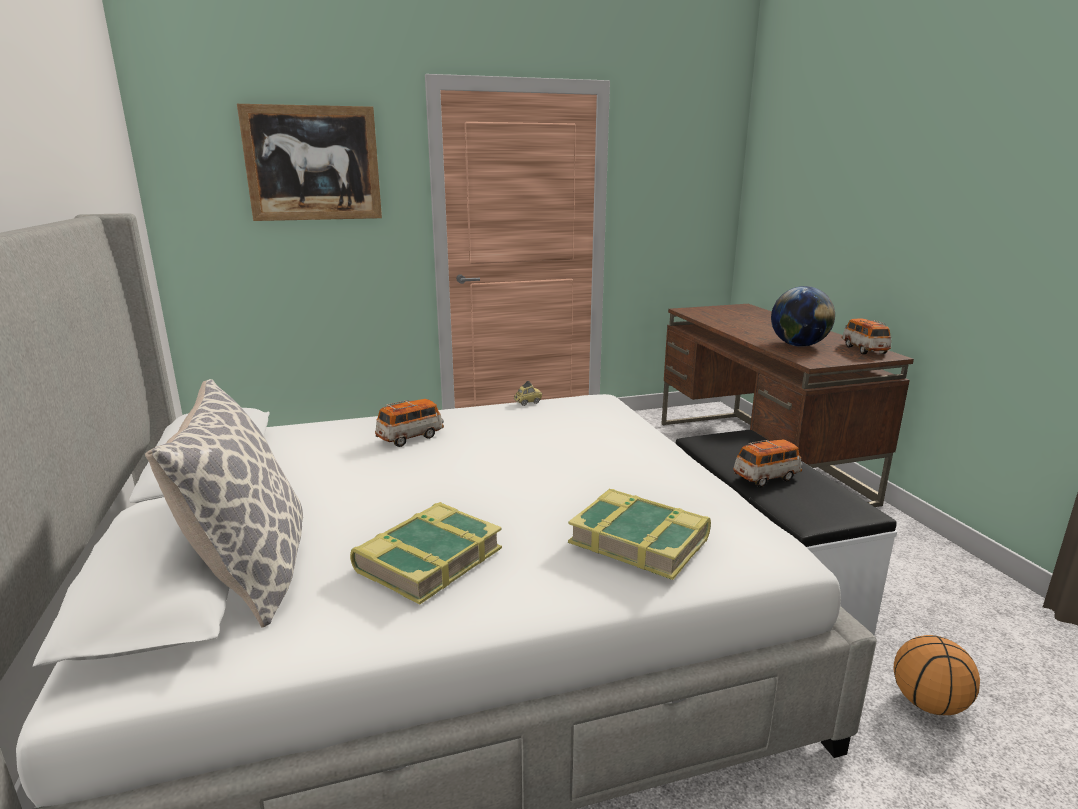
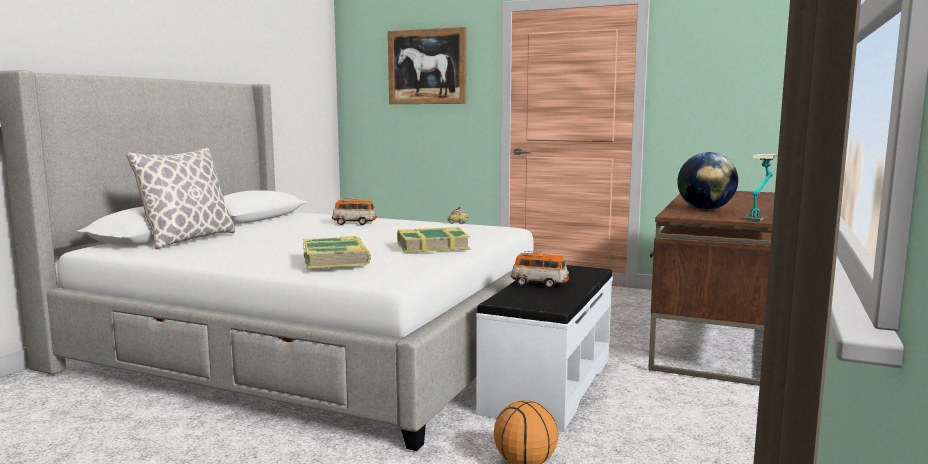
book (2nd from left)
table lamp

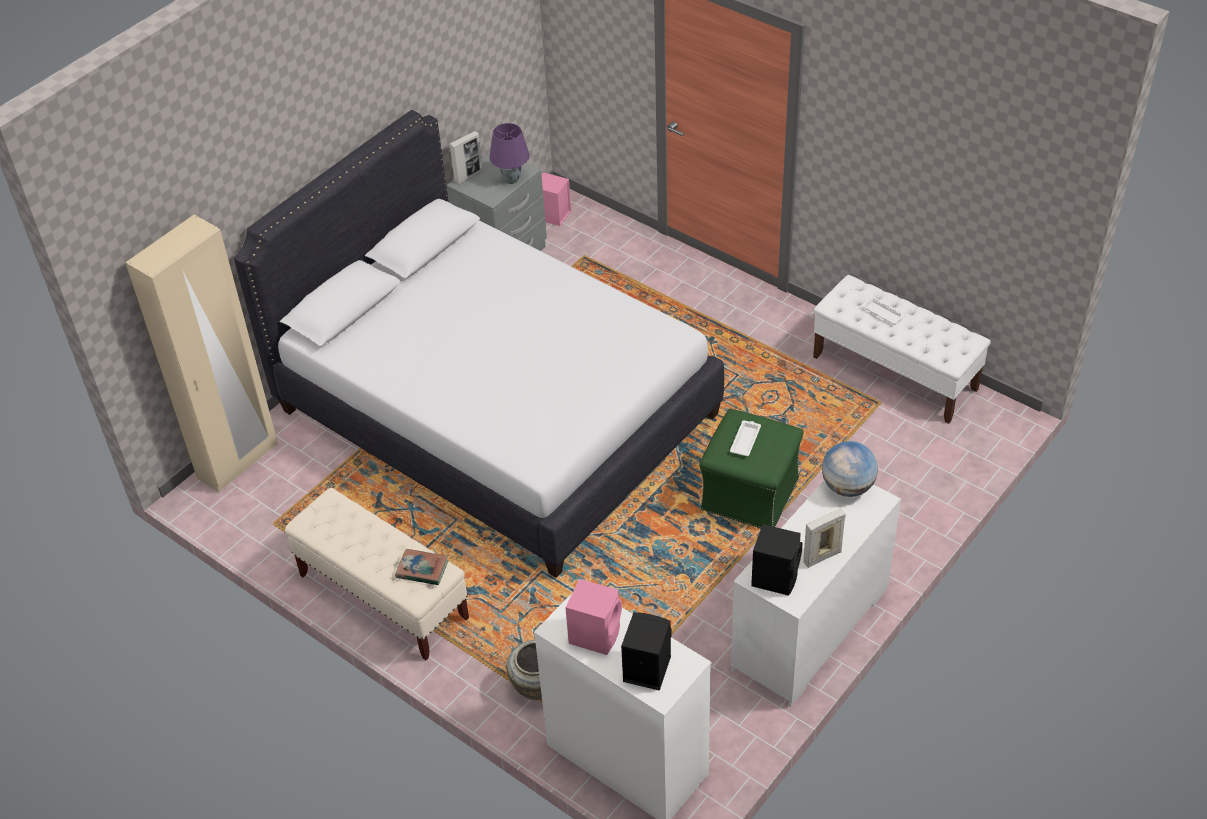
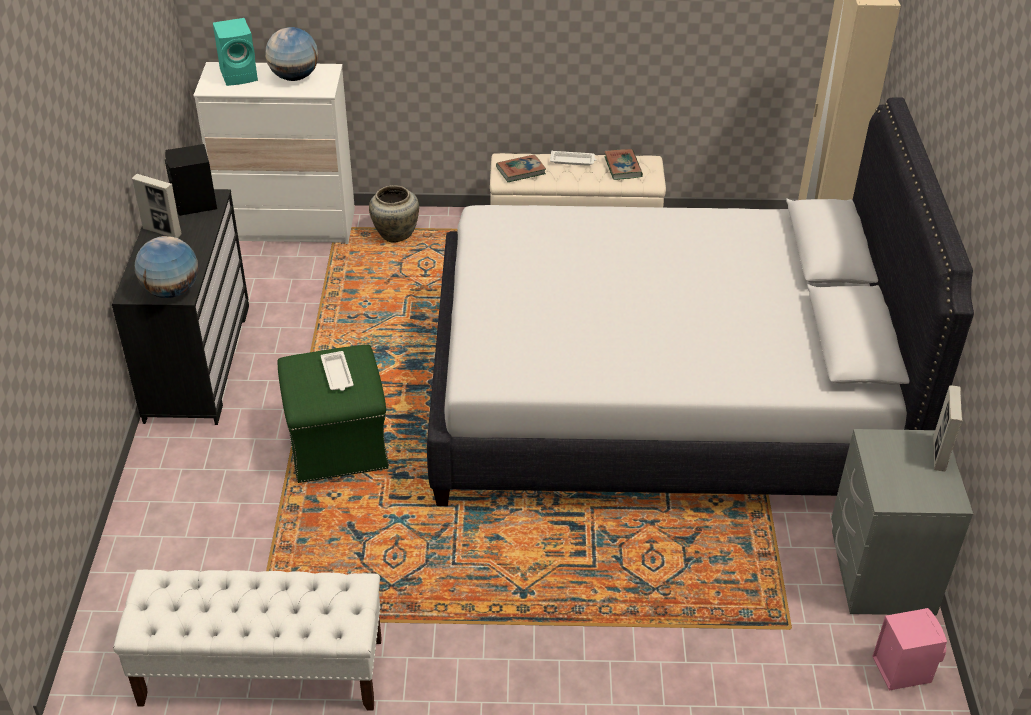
table lamp (purple)
book (2nd from left)
carrying tray (white) (2nd from left)
desk globe (2nd from left)
audio speaker (turquoise-coloured)
chest of drawers (blackish)
picture frame (1st from left)

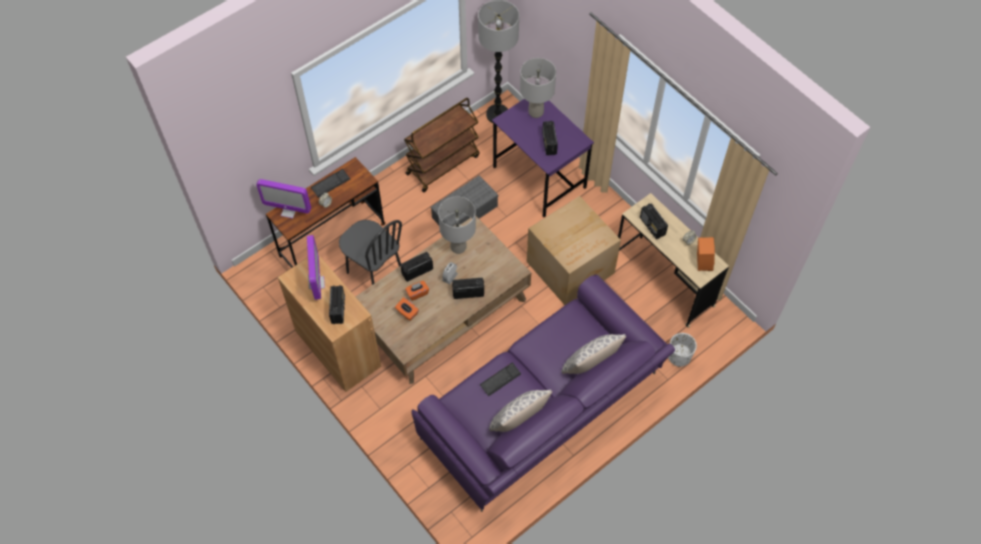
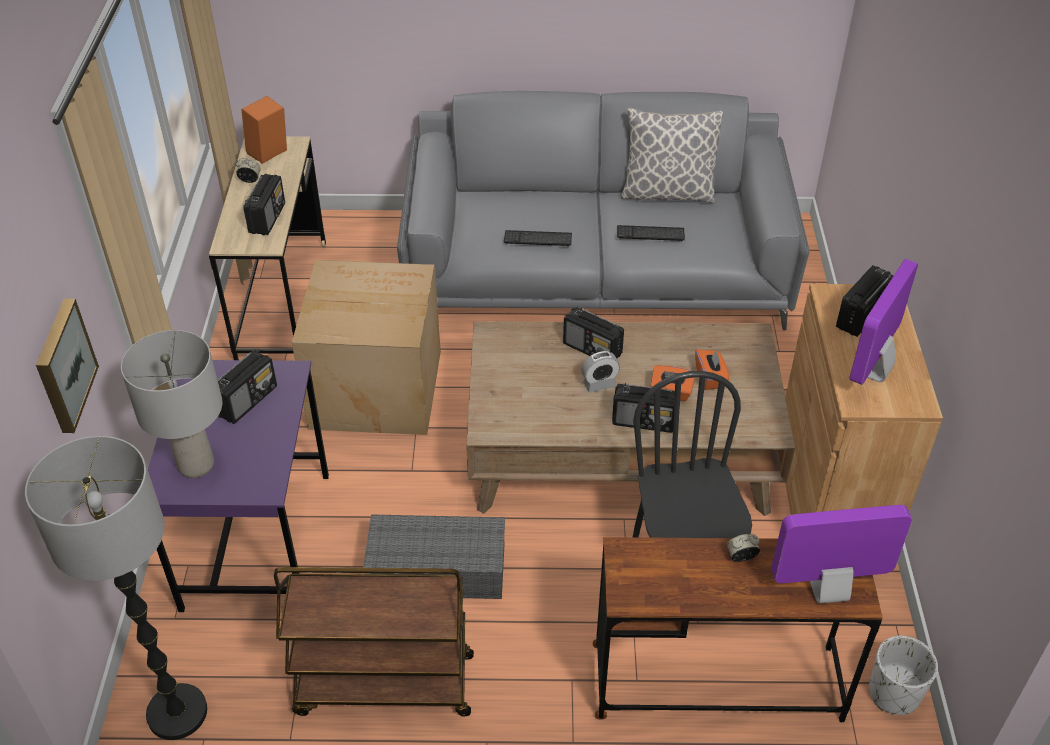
table lamp (greyish) (1st from left in the first image)
throw pillow (2nd from left in the first image)
picture
keyboard (1st from left)
plant pot (white)
couch (greyish)
computer screen (1st from left)

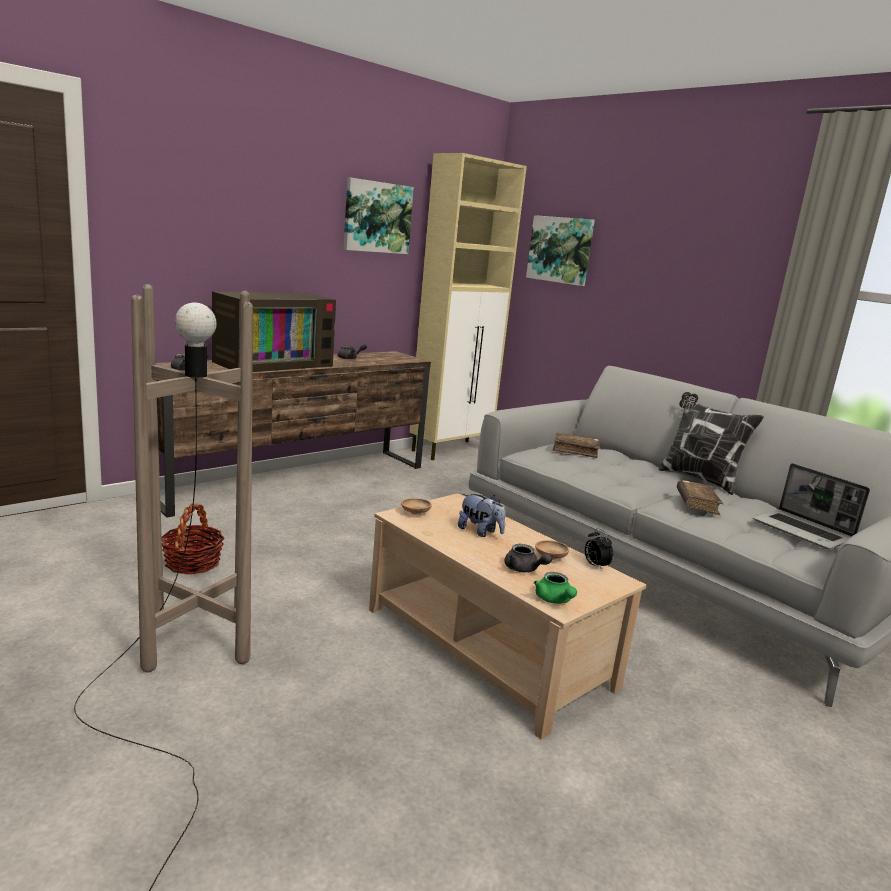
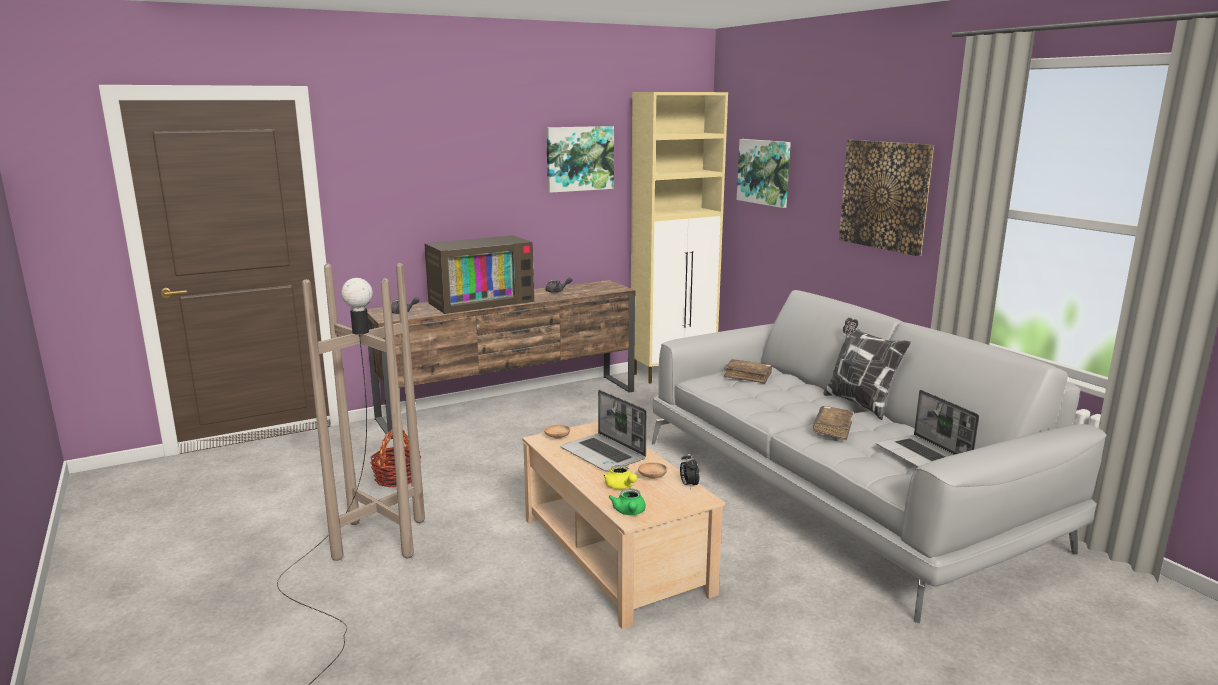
picture (3rd from left)
portable computer (1st from left)
teapot (yellow-coloured)

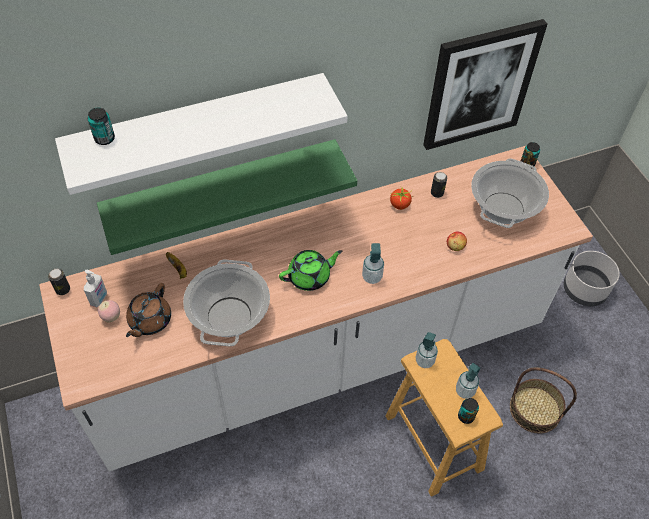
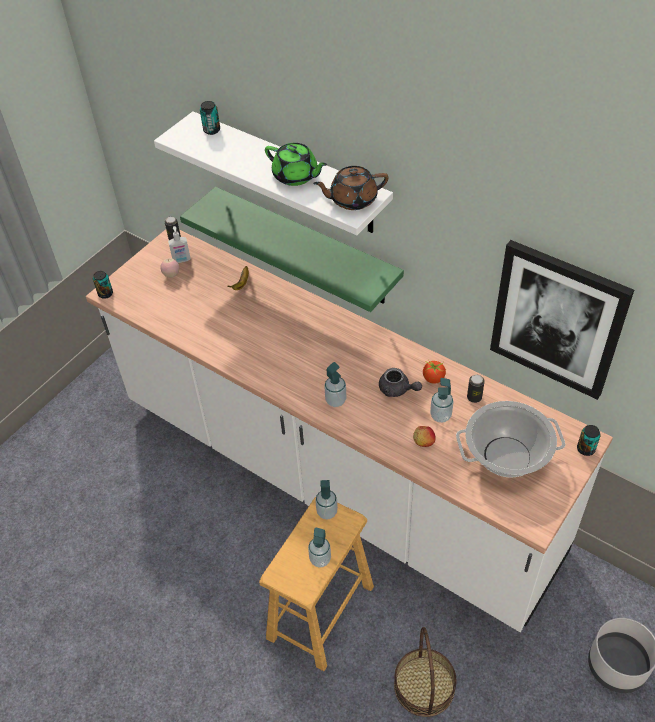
stockpot (1st from left in the first image)
teapot (greyish)
soap dispenser (5th from left)
teapot (brown-coloured)
teapot (greenish)
sealed can (1st from left)

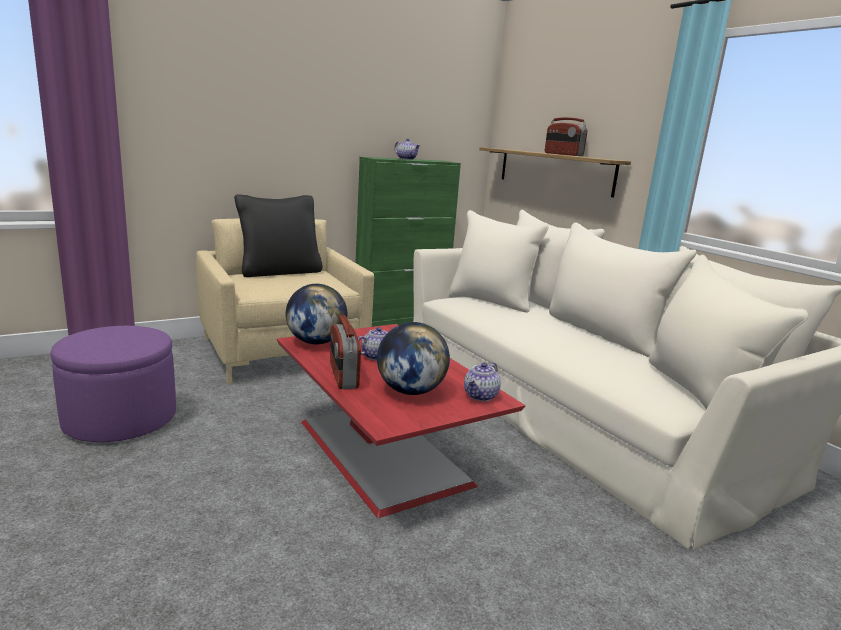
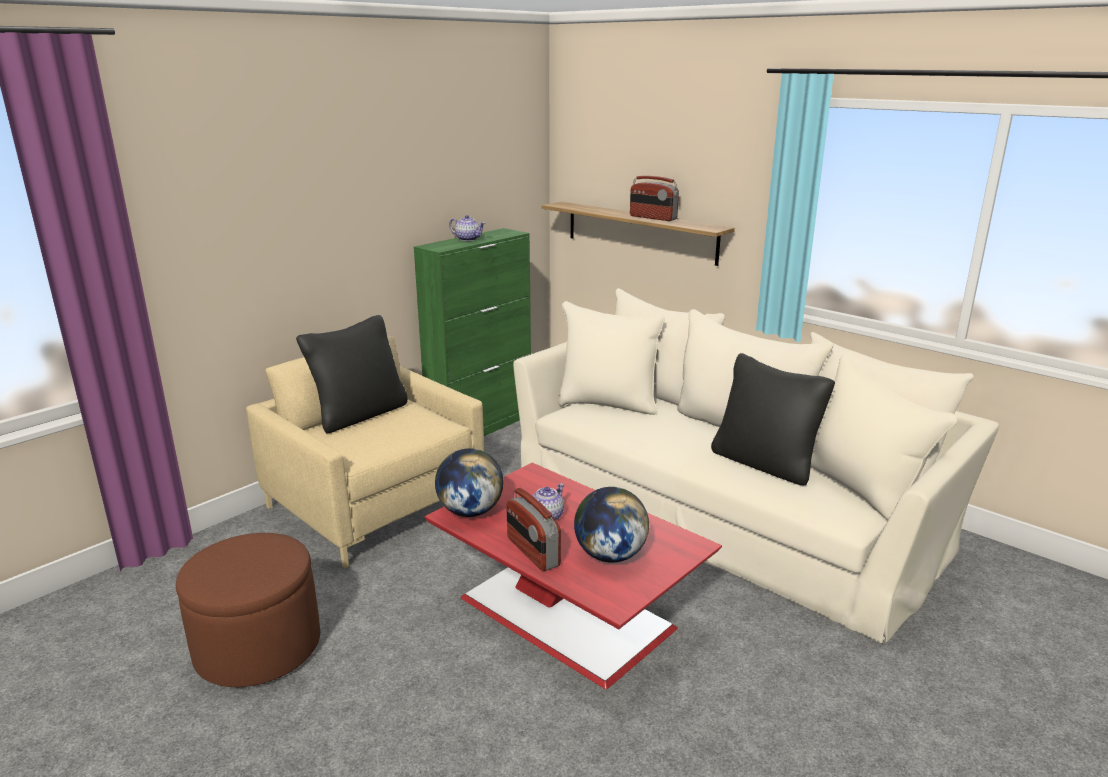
teapot (3rd from left in the first image)
throw pillow (blackish) (2nd from left)
pouffe (brown-coloured)

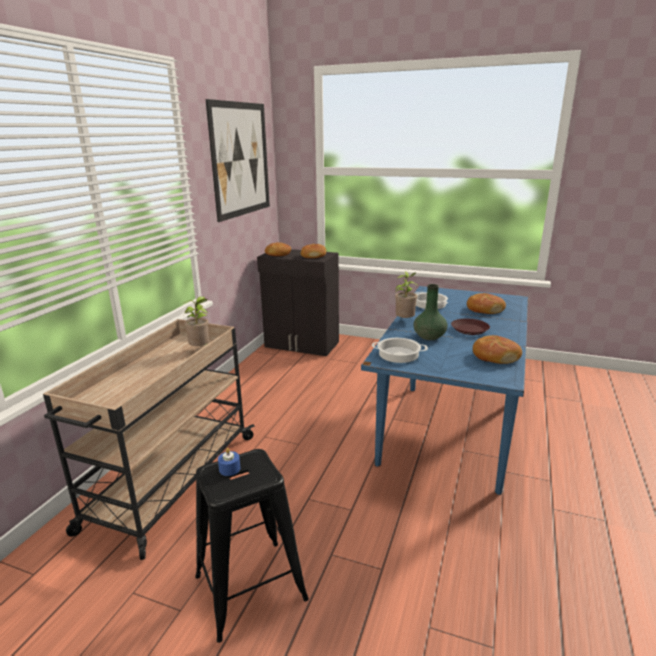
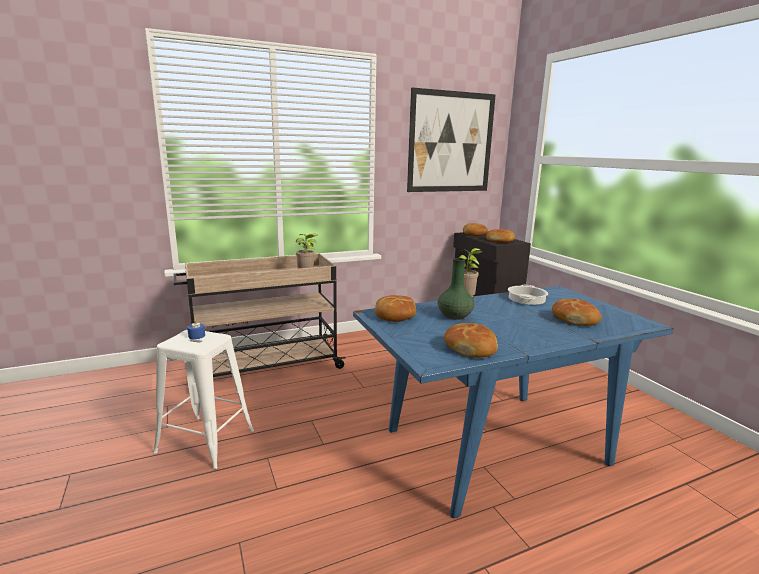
plate (brown-coloured)
bakery bread (1st from left)
stool seat (white)

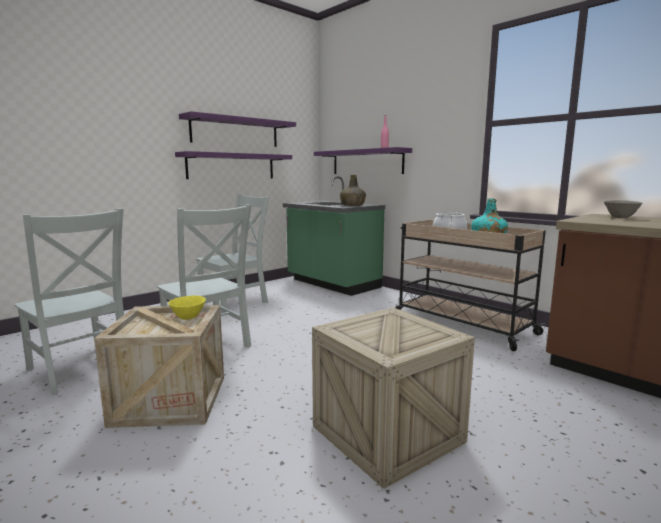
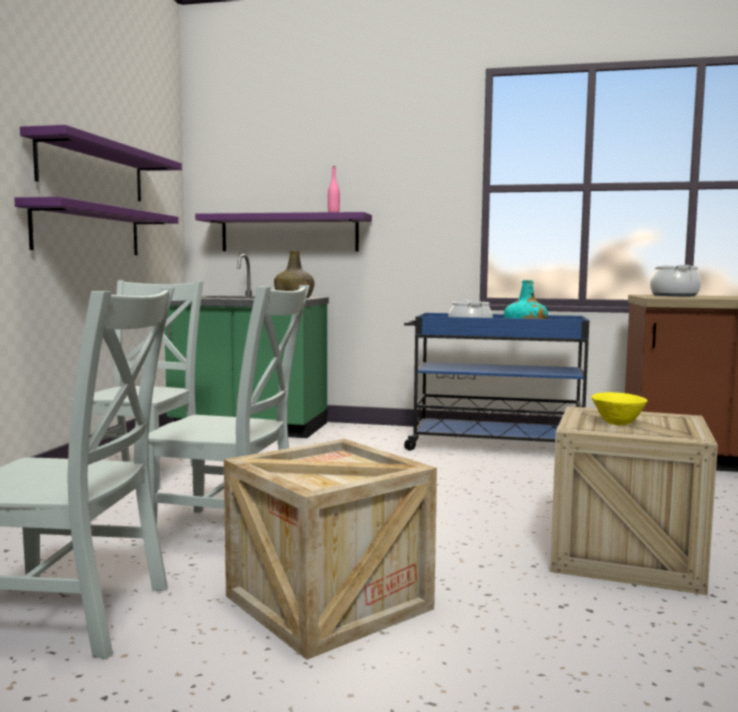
serving bowl (yellow-coloured)
stockpot (2nd from left)
trolley (blue-coloured)

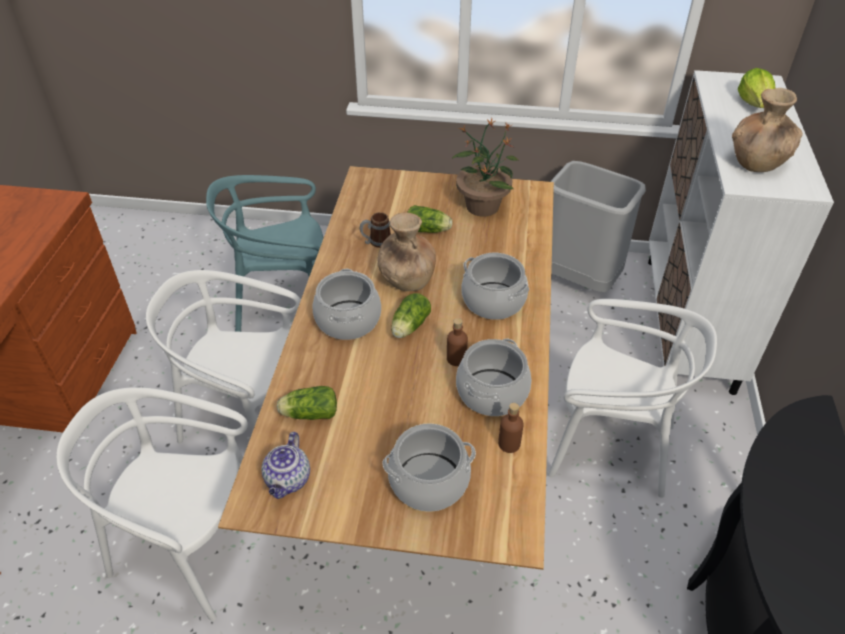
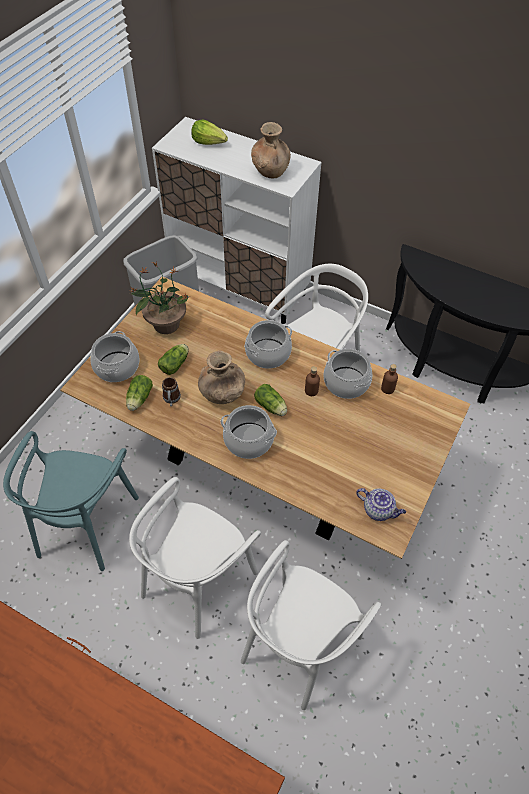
lettuce (1st from left)
stockpot (1st from left)

